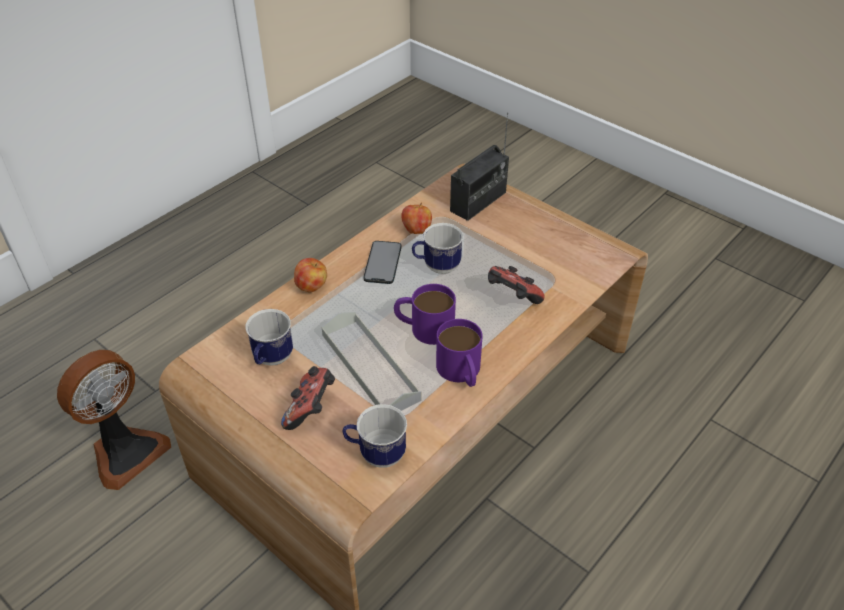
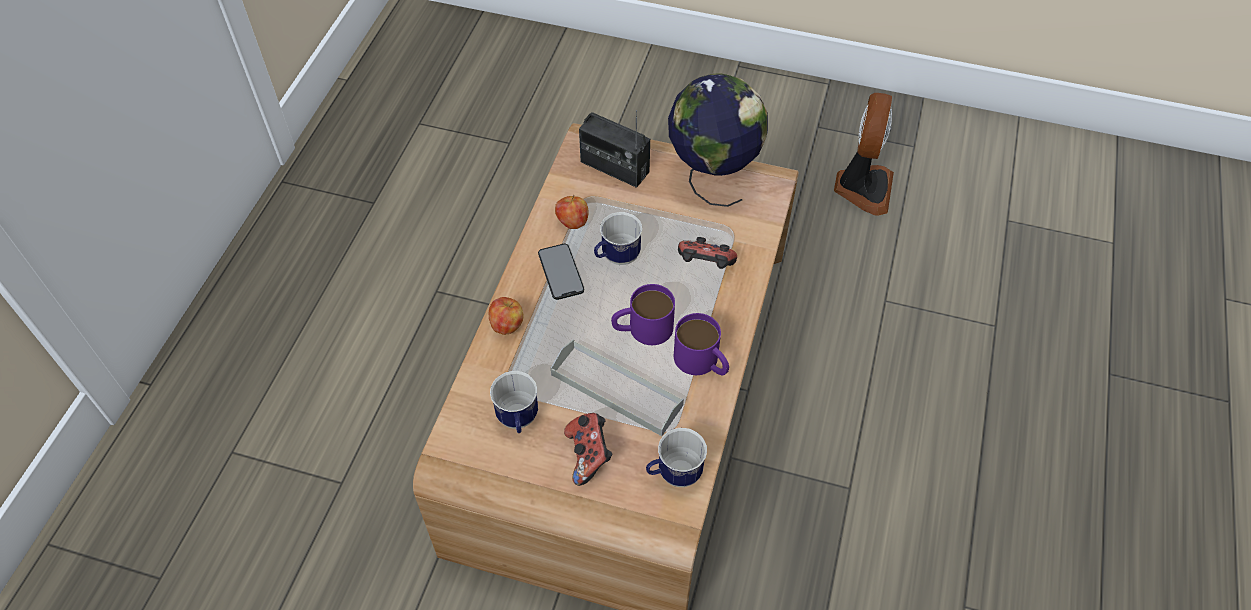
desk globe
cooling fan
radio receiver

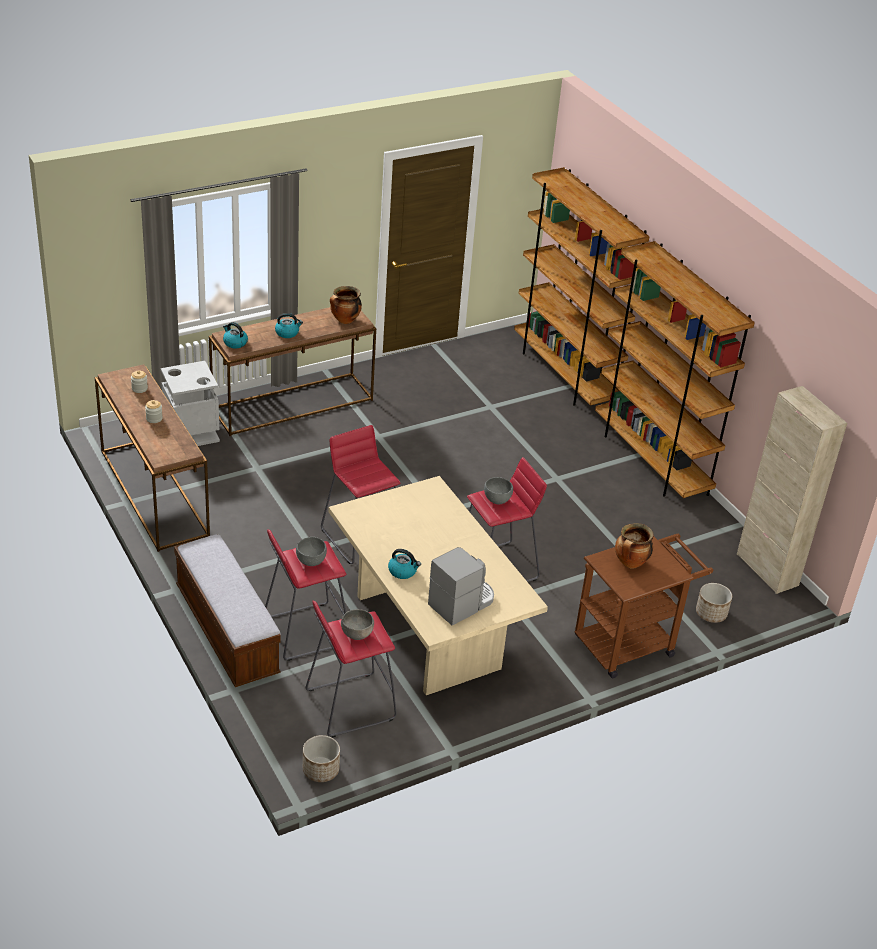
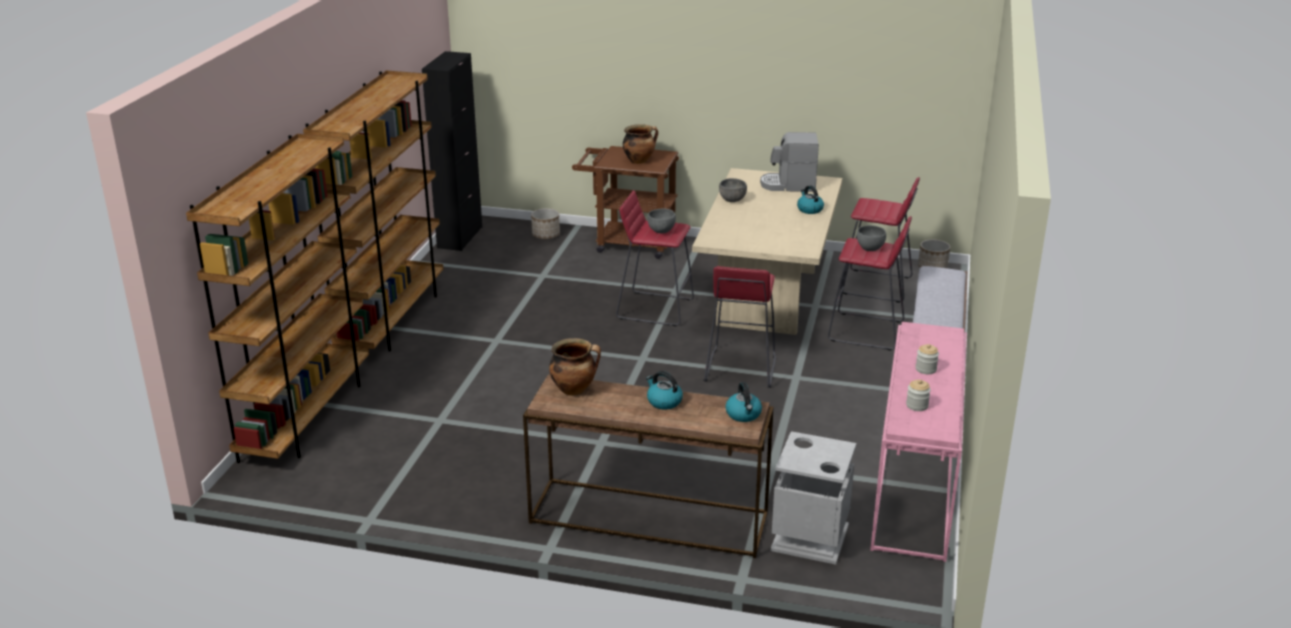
serving bowl (greyish) (2nd from left)
hall table (pinkish)
cabinet (blackish)

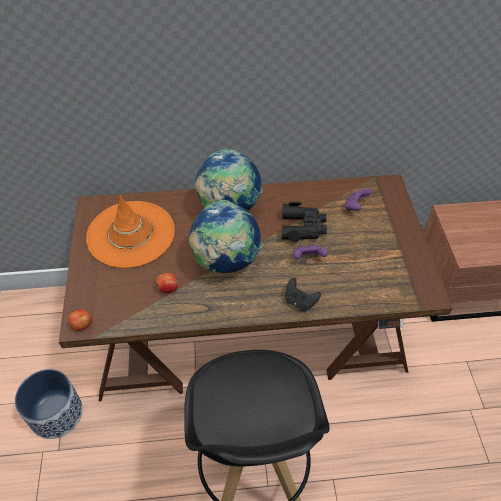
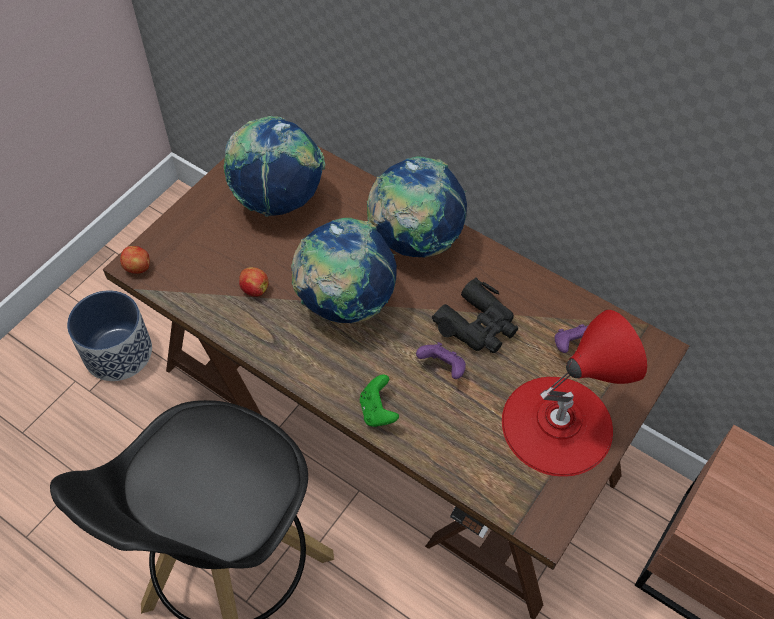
table lamp (red)
desk globe (1st from left)
gamepad (greenish)

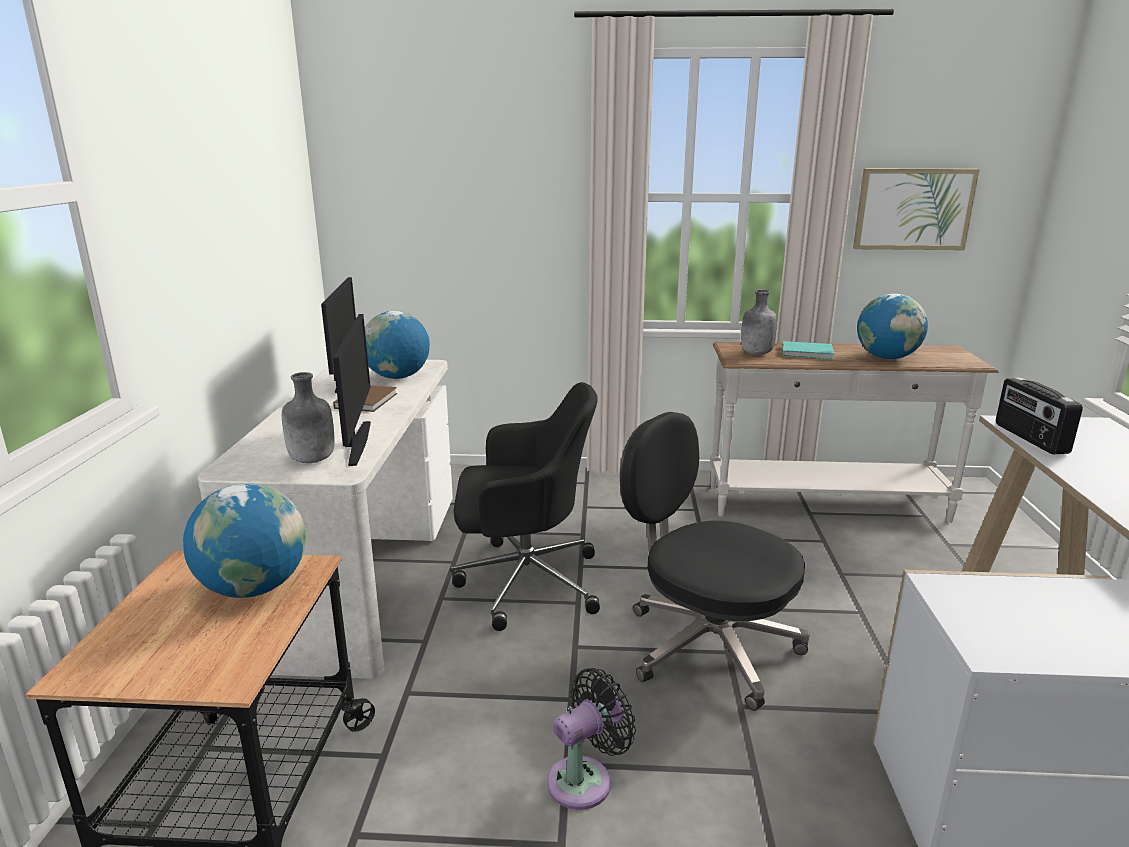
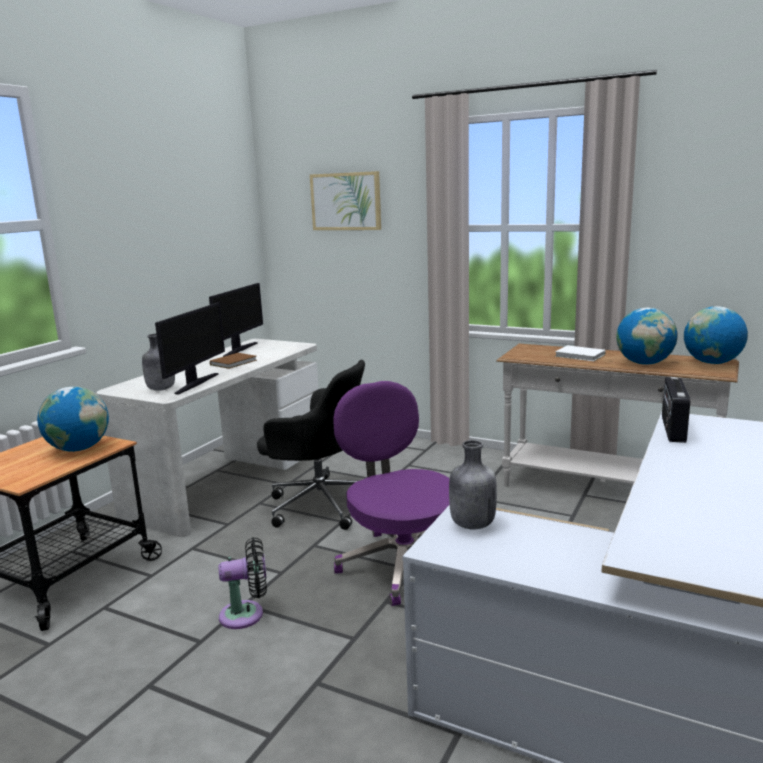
desk globe (3rd from left)
drink bottle (greyish) (2nd from left)
picture
office chair (purple)
book (white)

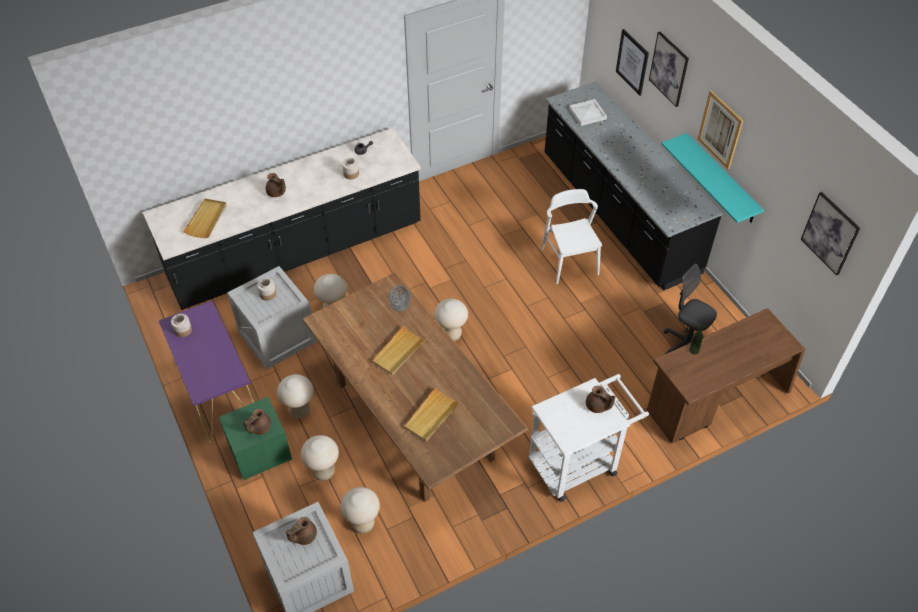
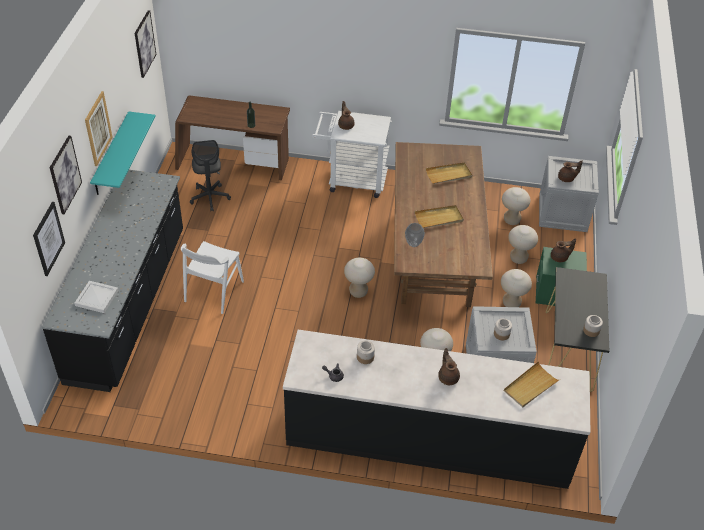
hall table (blackish)

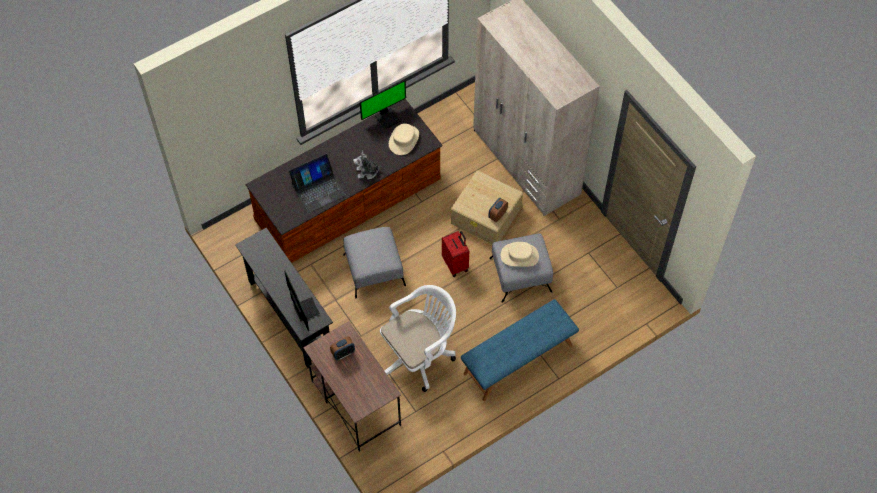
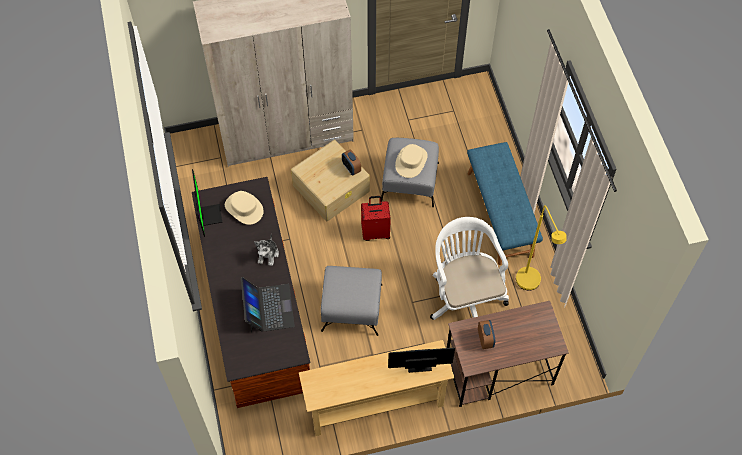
standing lamp (yellow-coloured)
hall table (beige)

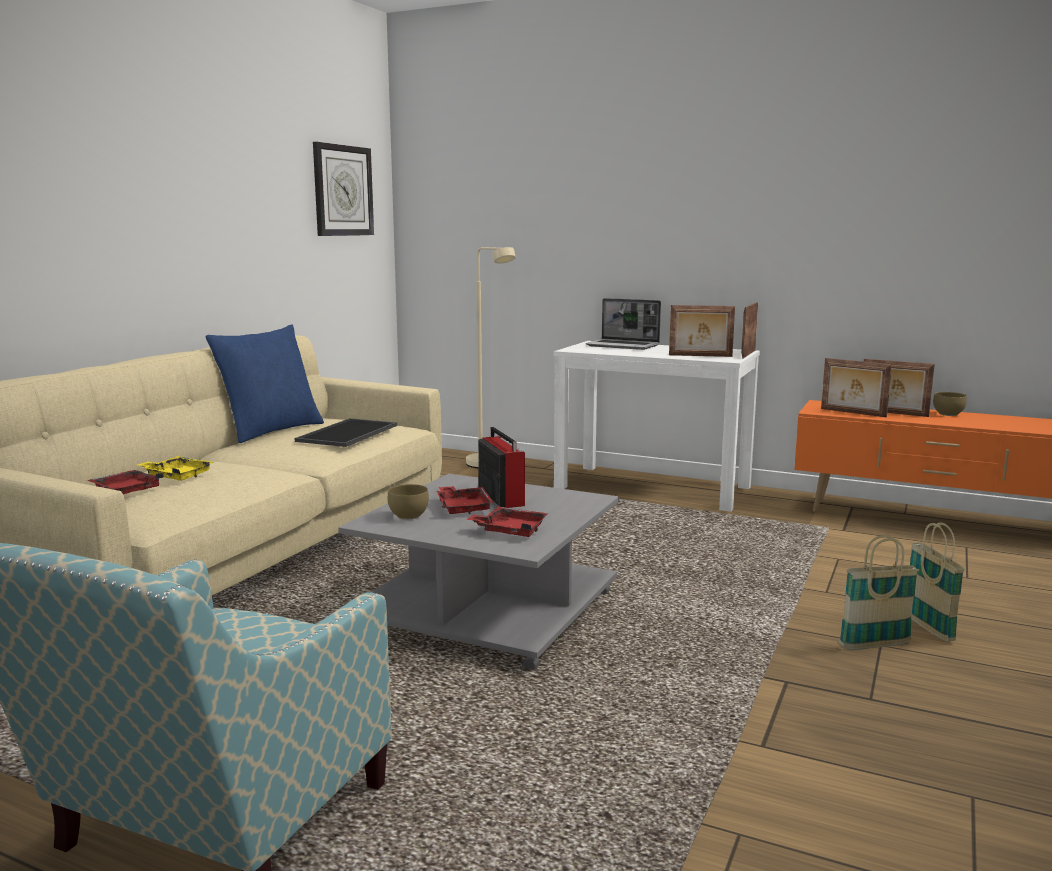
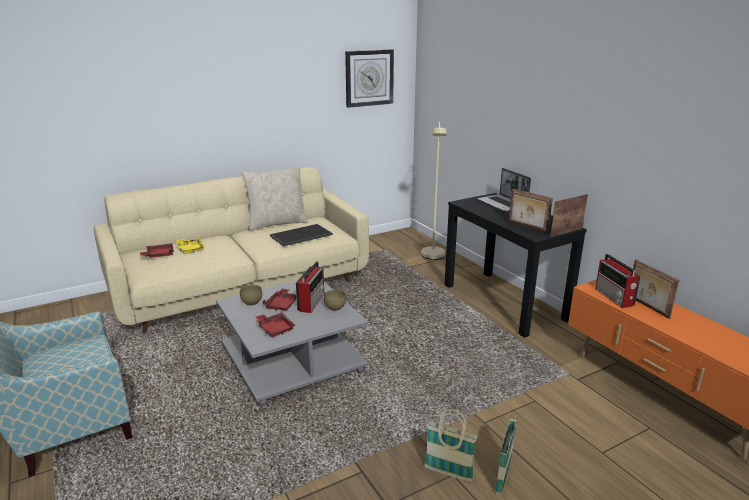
serving bowl (brown-coloured) (2nd from left)
radio receiver (2nd from left)
throw pillow (beige)
hall table (blackish)

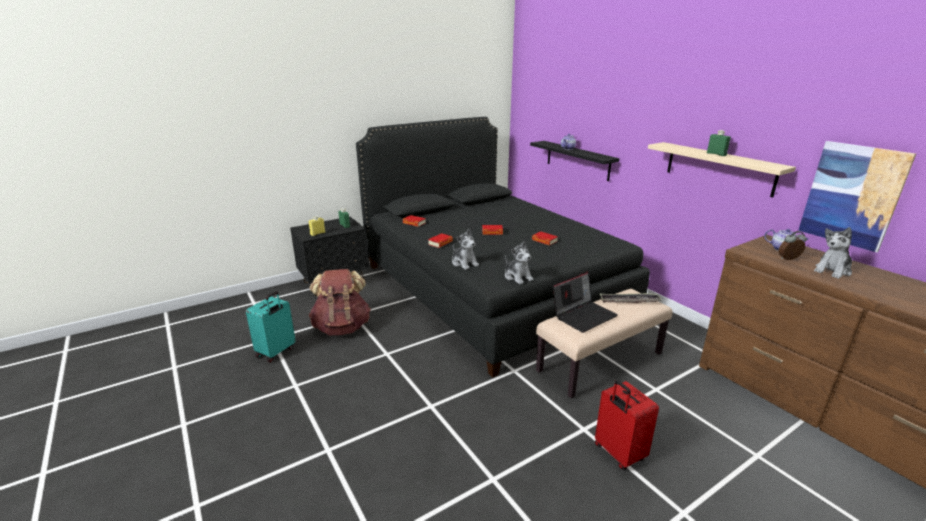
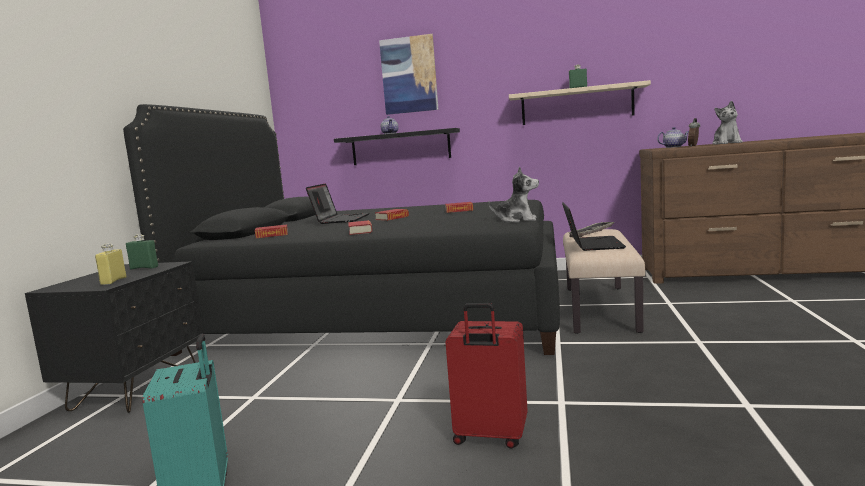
backpack (brown-coloured)
plush toy (1st from left in the first image)
portable computer (1st from left)
travel case (red)
picture

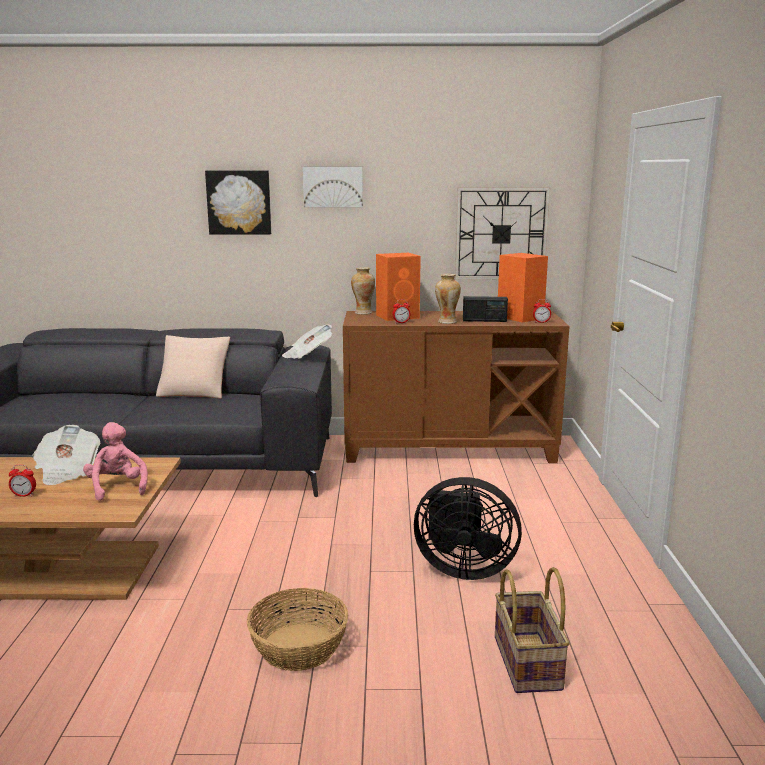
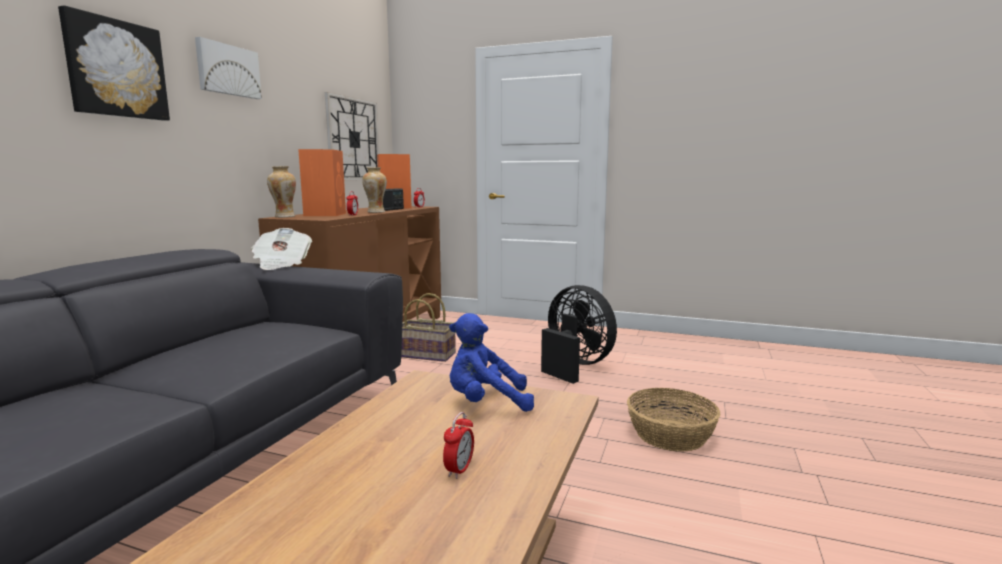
printed paper (1st from left in the first image)
throw pillow (beige)
basket (1st from left)
plush toy (blue-coloured)
cooling fan (blackish)

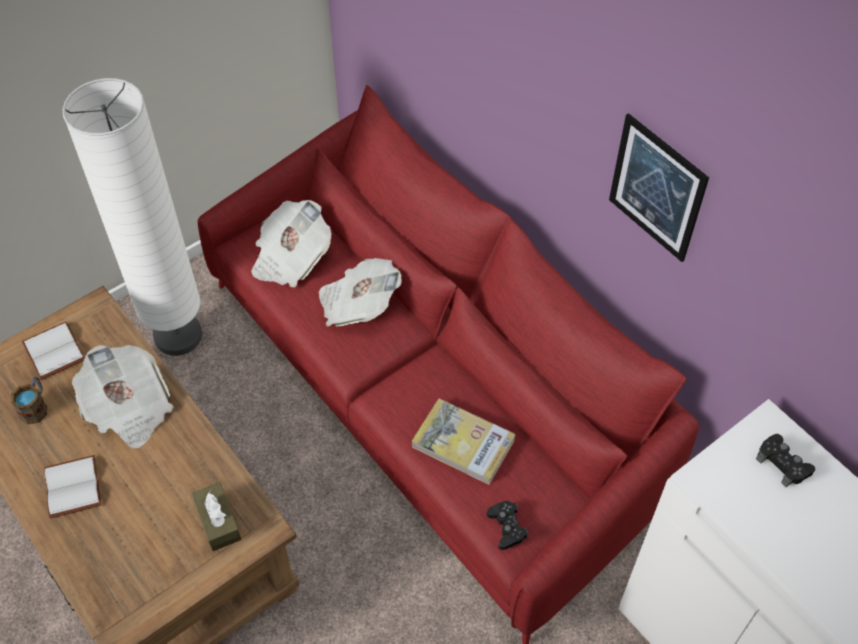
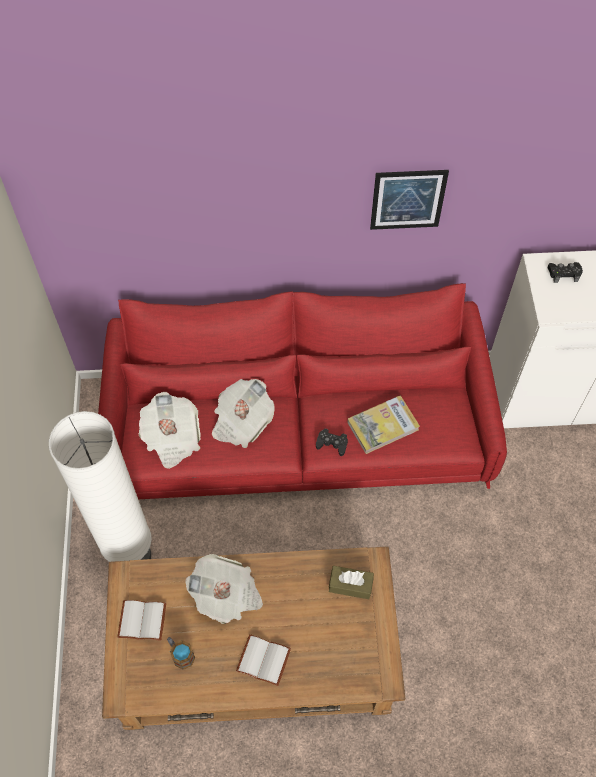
gamepad (blackish) (1st from left)

